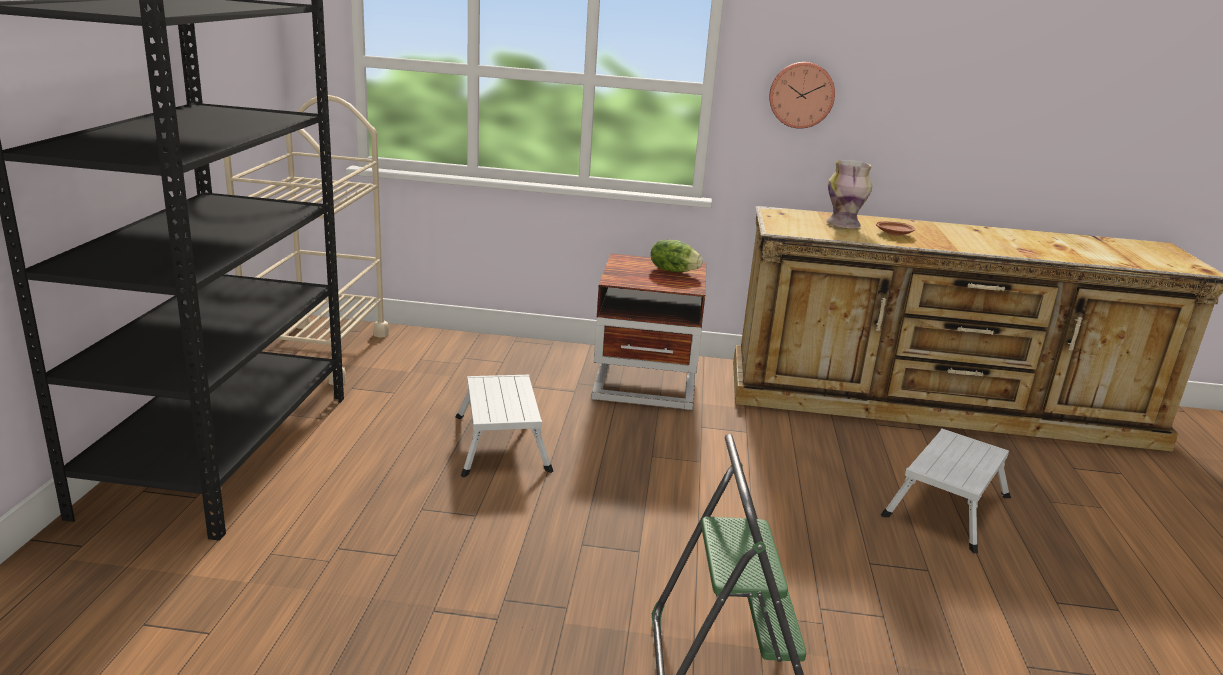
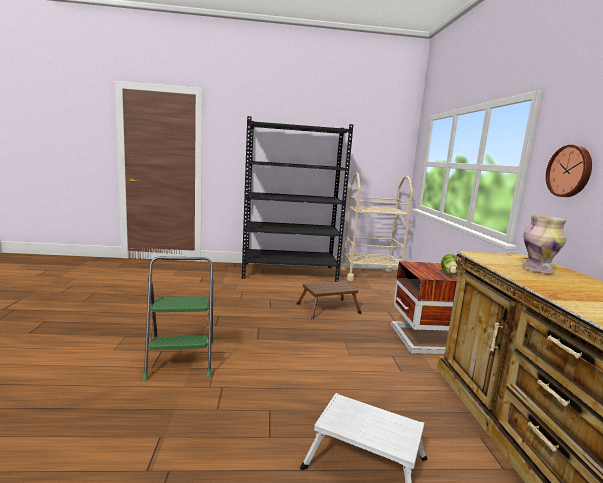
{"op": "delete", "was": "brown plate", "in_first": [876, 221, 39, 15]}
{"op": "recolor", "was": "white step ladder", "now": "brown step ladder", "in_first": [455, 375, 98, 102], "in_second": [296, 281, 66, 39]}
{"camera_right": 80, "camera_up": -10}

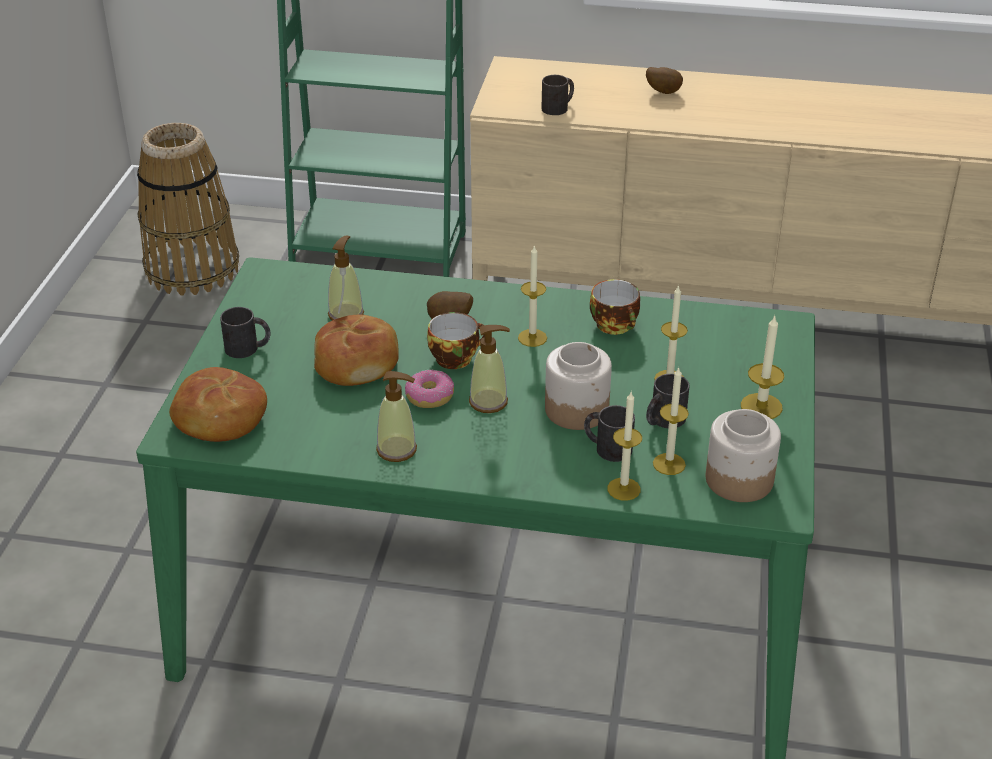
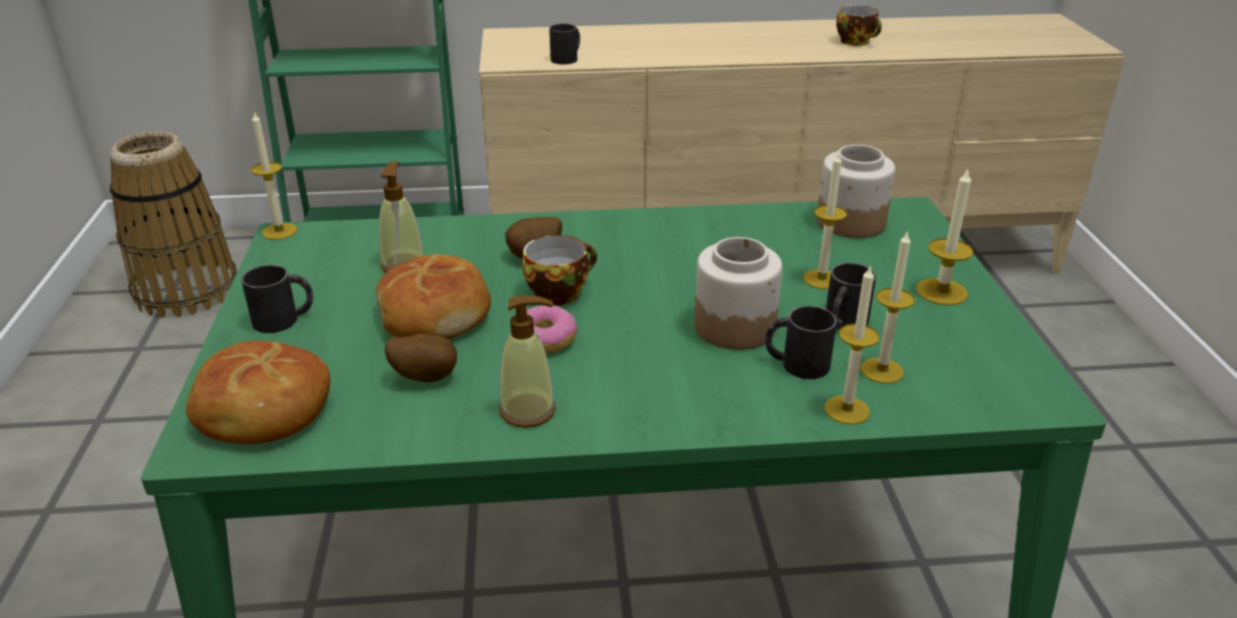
{"op": "move", "was": "potato", "in_first": [646, 67, 37, 27], "in_second": [385, 333, 72, 49]}
{"op": "move", "was": "candle", "in_first": [518, 245, 29, 102], "in_second": [251, 112, 46, 128]}
{"op": "move", "was": "cup", "in_first": [590, 279, 50, 56], "in_second": [836, 5, 46, 41]}
{"op": "delete", "was": "soap dispenser", "in_first": [469, 325, 41, 88]}
{"op": "move", "was": "jar", "in_first": [706, 409, 75, 93], "in_second": [817, 145, 78, 93]}
{"camera_right": -15, "camera_up": -5}

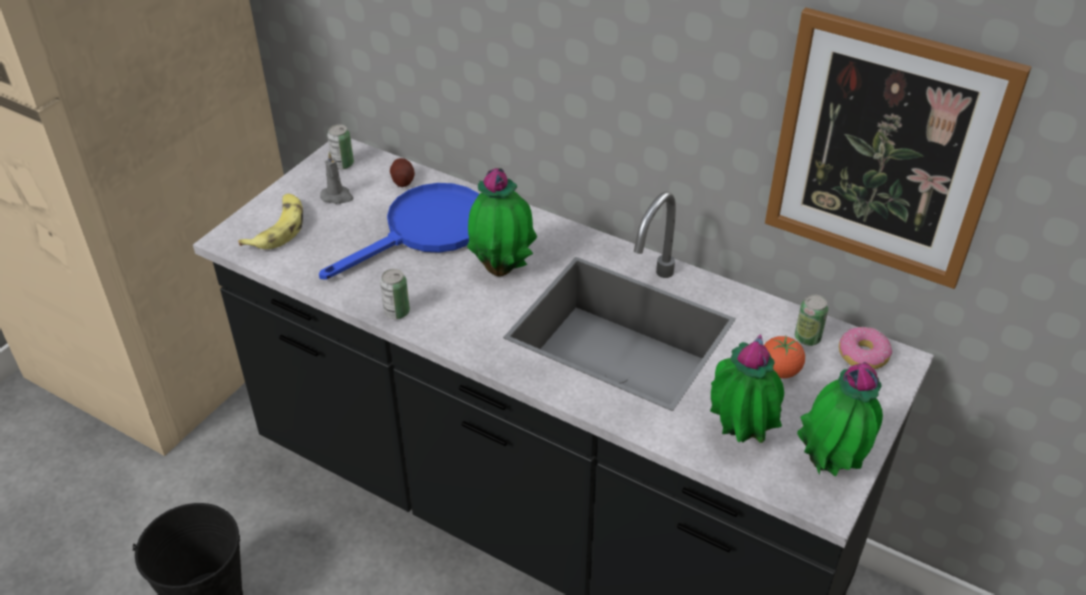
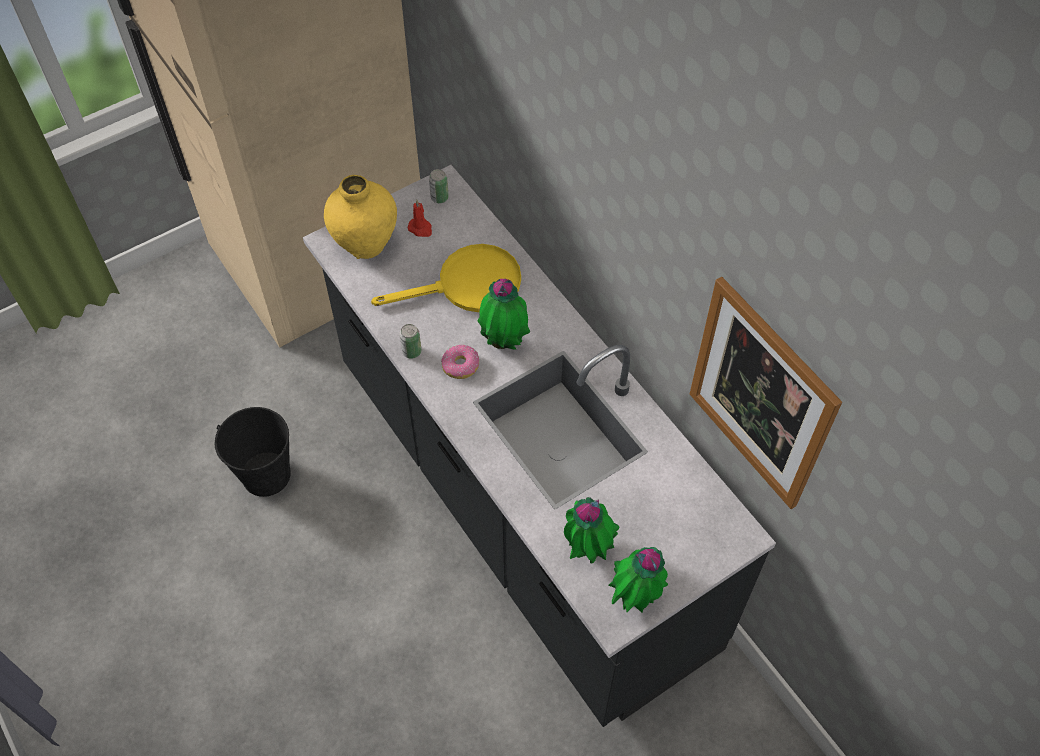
{"op": "recolor", "was": "grey candle", "now": "red candle", "in_first": [320, 152, 33, 52], "in_second": [408, 200, 24, 37]}
{"op": "delete", "was": "potato", "in_first": [390, 158, 25, 29]}
{"op": "recolor", "was": "blue frying pan", "now": "yellow frying pan", "in_first": [319, 183, 160, 97], "in_second": [371, 244, 150, 68]}
{"op": "replace", "was": "banana", "now": "yellow vase", "in_first": [238, 194, 65, 55], "in_second": [324, 175, 73, 84]}
{"op": "delete", "was": "can", "in_first": [795, 294, 33, 52]}
{"op": "move", "was": "donut", "in_first": [839, 327, 53, 42], "in_second": [441, 345, 38, 34]}
{"op": "delete", "was": "tomato", "in_first": [764, 336, 41, 42]}
{"camera_right": 25, "camera_up": 15}

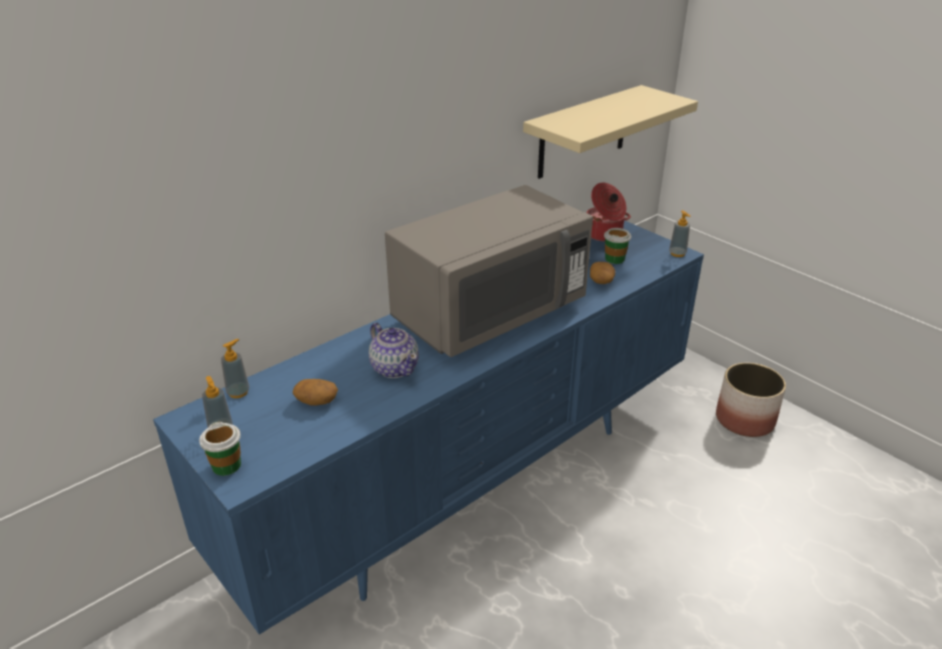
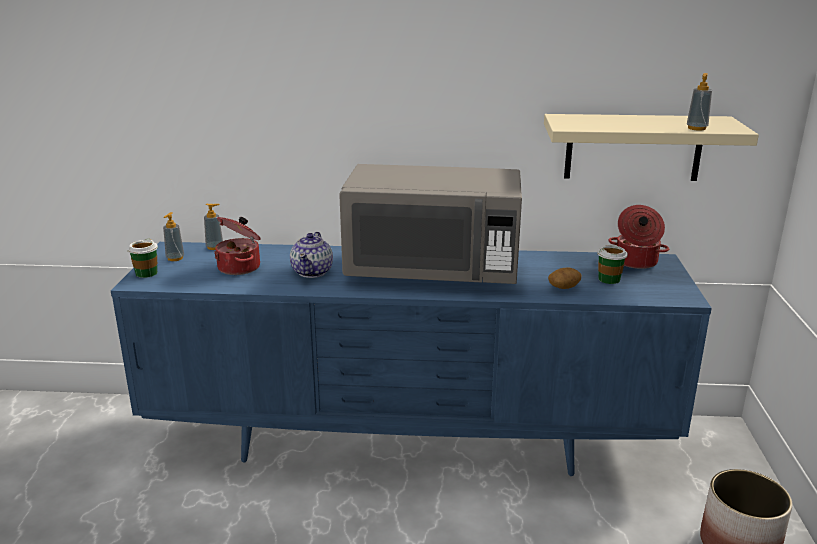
{"op": "move", "was": "soap dispenser", "in_first": [669, 210, 21, 47], "in_second": [687, 73, 25, 58]}
{"op": "replace", "was": "potato", "now": "cooking pot", "in_first": [293, 379, 45, 27], "in_second": [214, 217, 47, 58]}
{"camera_right": 45, "camera_up": -10}

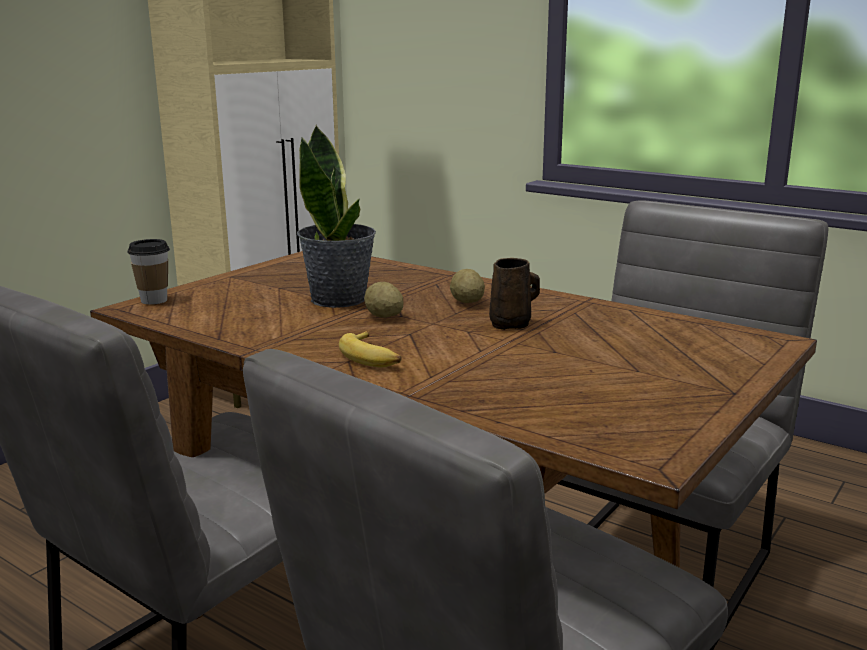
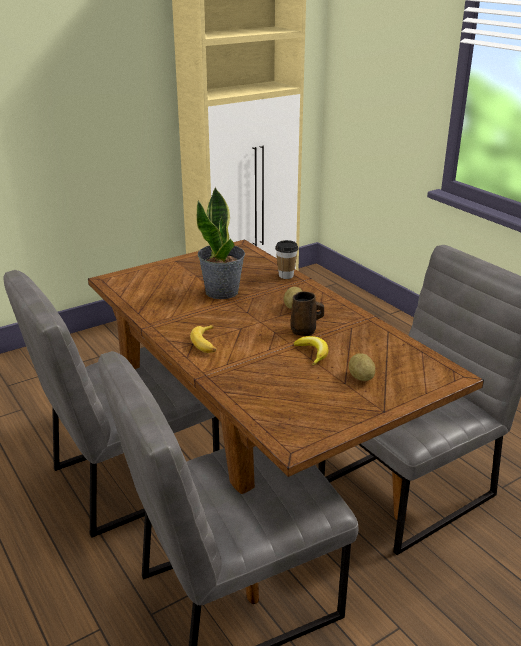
{"op": "move", "was": "cup", "in_first": [127, 239, 43, 66], "in_second": [275, 240, 24, 39]}
{"op": "move", "was": "potato", "in_first": [364, 282, 40, 36], "in_second": [349, 354, 26, 27]}
{"op": "insert", "now": "banana", "in_second": [294, 336, 34, 29]}
{"camera_right": 20, "camera_up": 10}

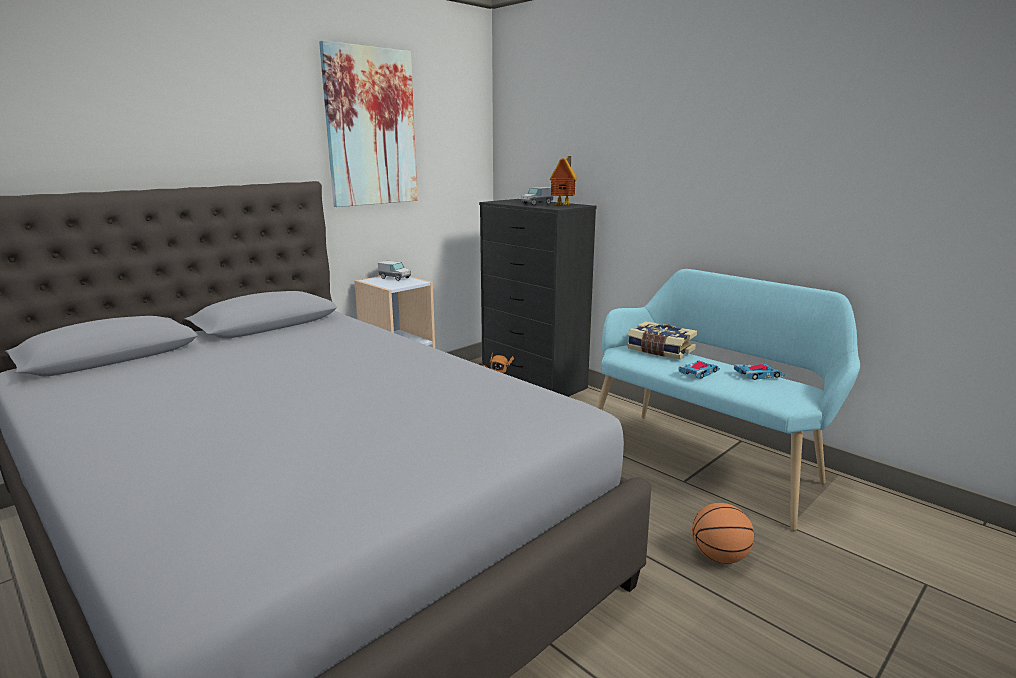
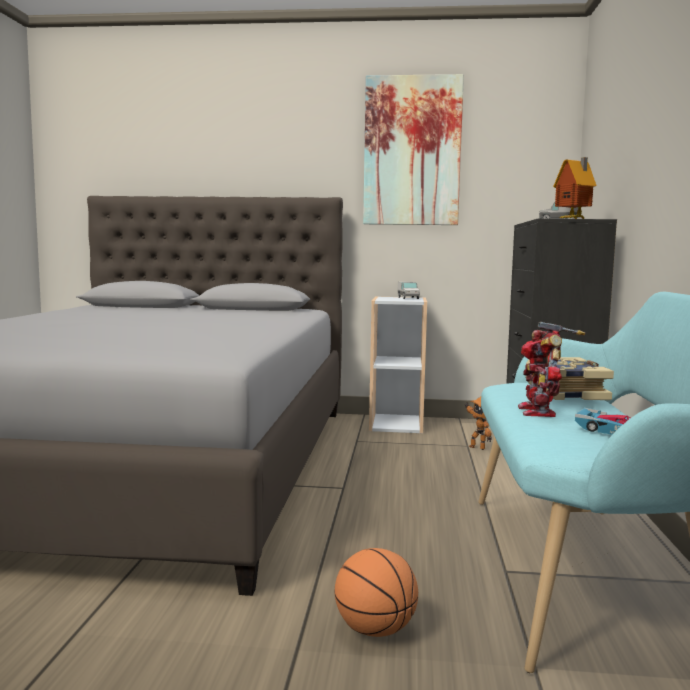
{"op": "replace", "was": "toy car", "now": "toy robot", "in_first": [678, 360, 42, 19], "in_second": [518, 322, 67, 95]}
{"camera_right": 50, "camera_up": -10}

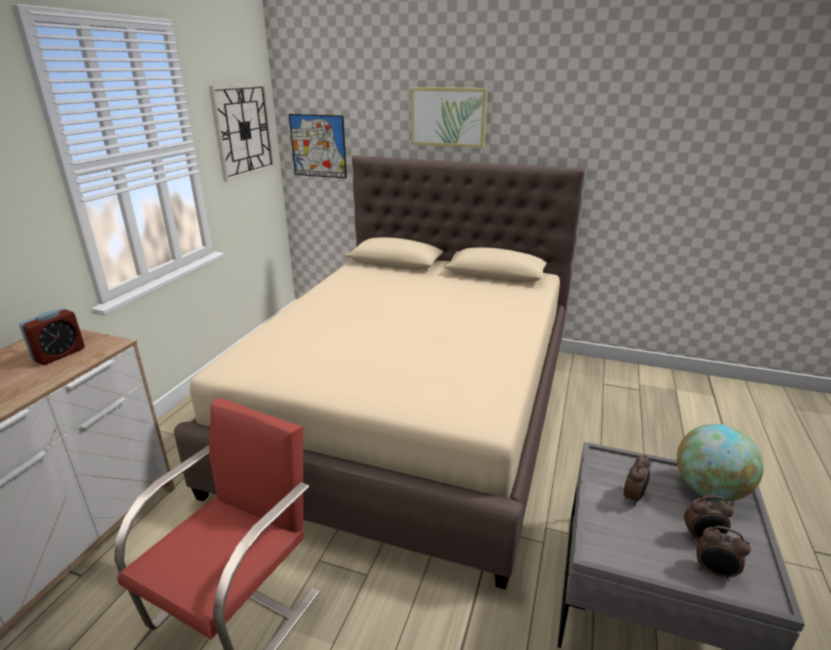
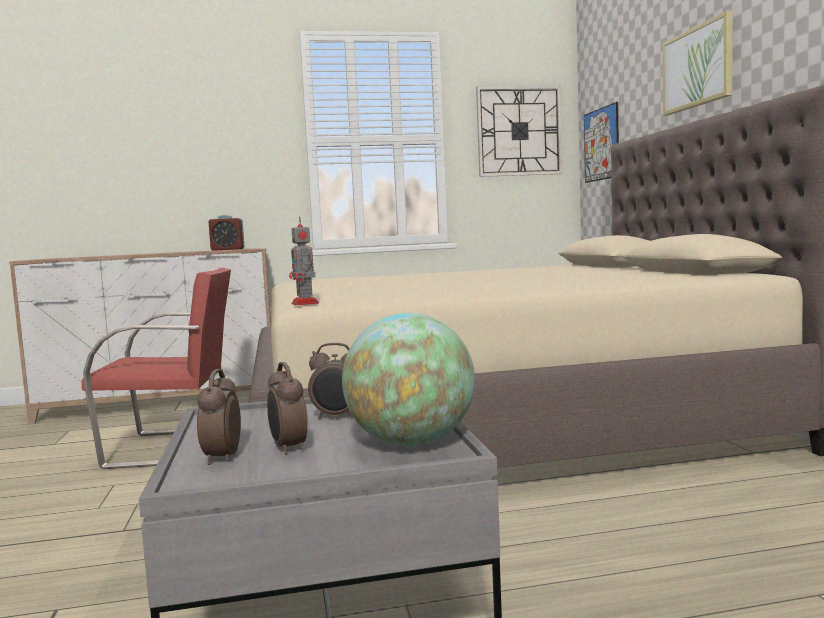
{"op": "insert", "now": "toy robot", "in_second": [289, 216, 30, 89]}
{"camera_right": 60, "camera_up": -20}

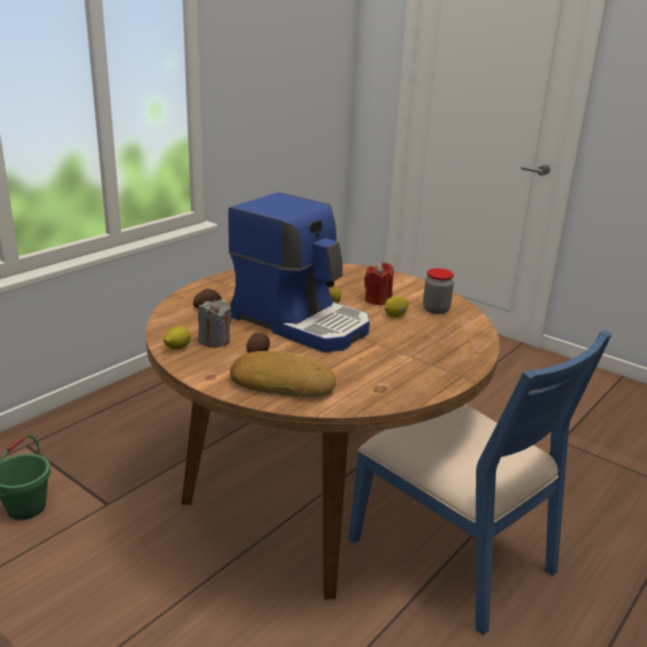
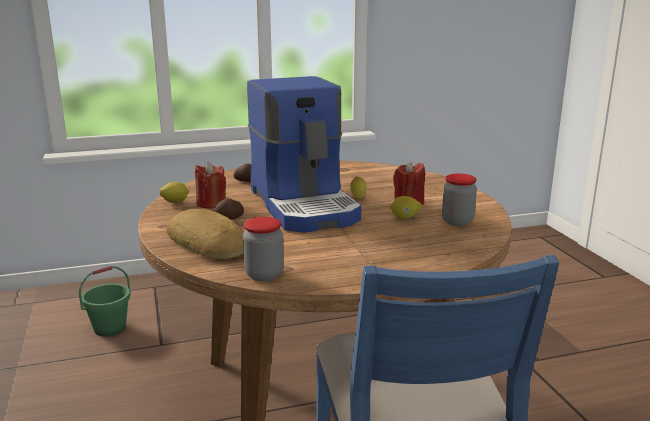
{"op": "recolor", "was": "grey candle", "now": "red candle", "in_first": [198, 300, 34, 48], "in_second": [195, 162, 31, 46]}
{"op": "insert", "now": "jar", "in_second": [243, 217, 41, 64]}
{"camera_right": 35, "camera_up": -5}

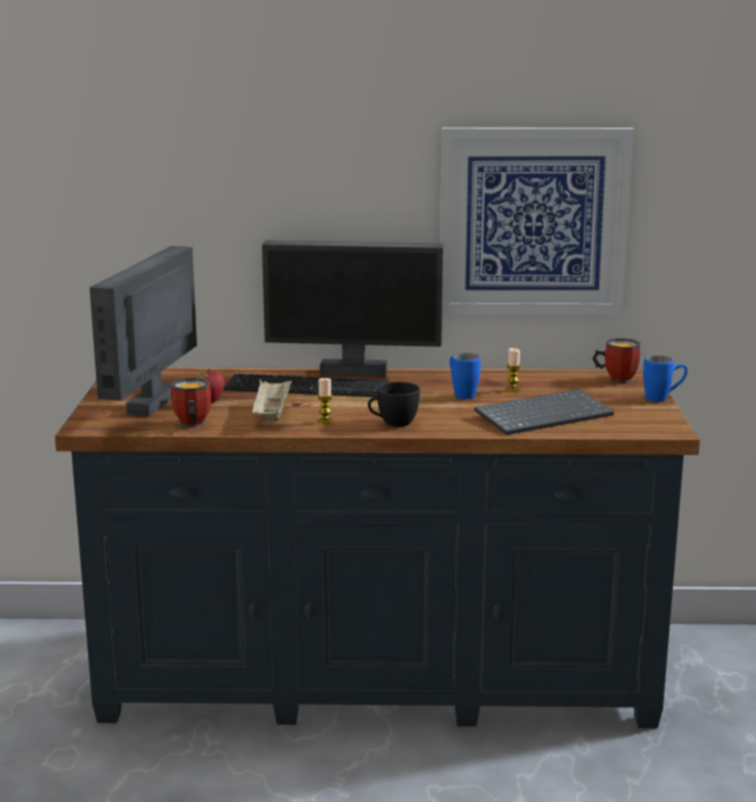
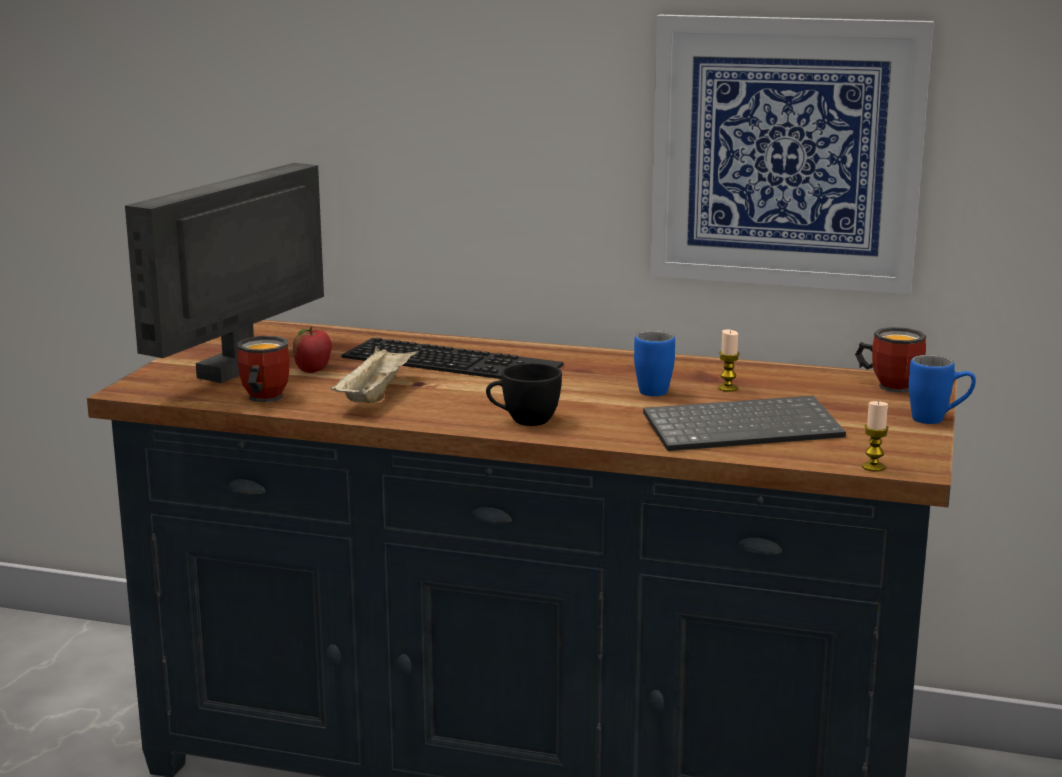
{"op": "delete", "was": "monitor", "in_first": [262, 240, 182, 137]}
{"op": "move", "was": "candle", "in_first": [317, 378, 16, 46], "in_second": [862, 401, 27, 71]}
{"camera_right": 15, "camera_up": 0}

